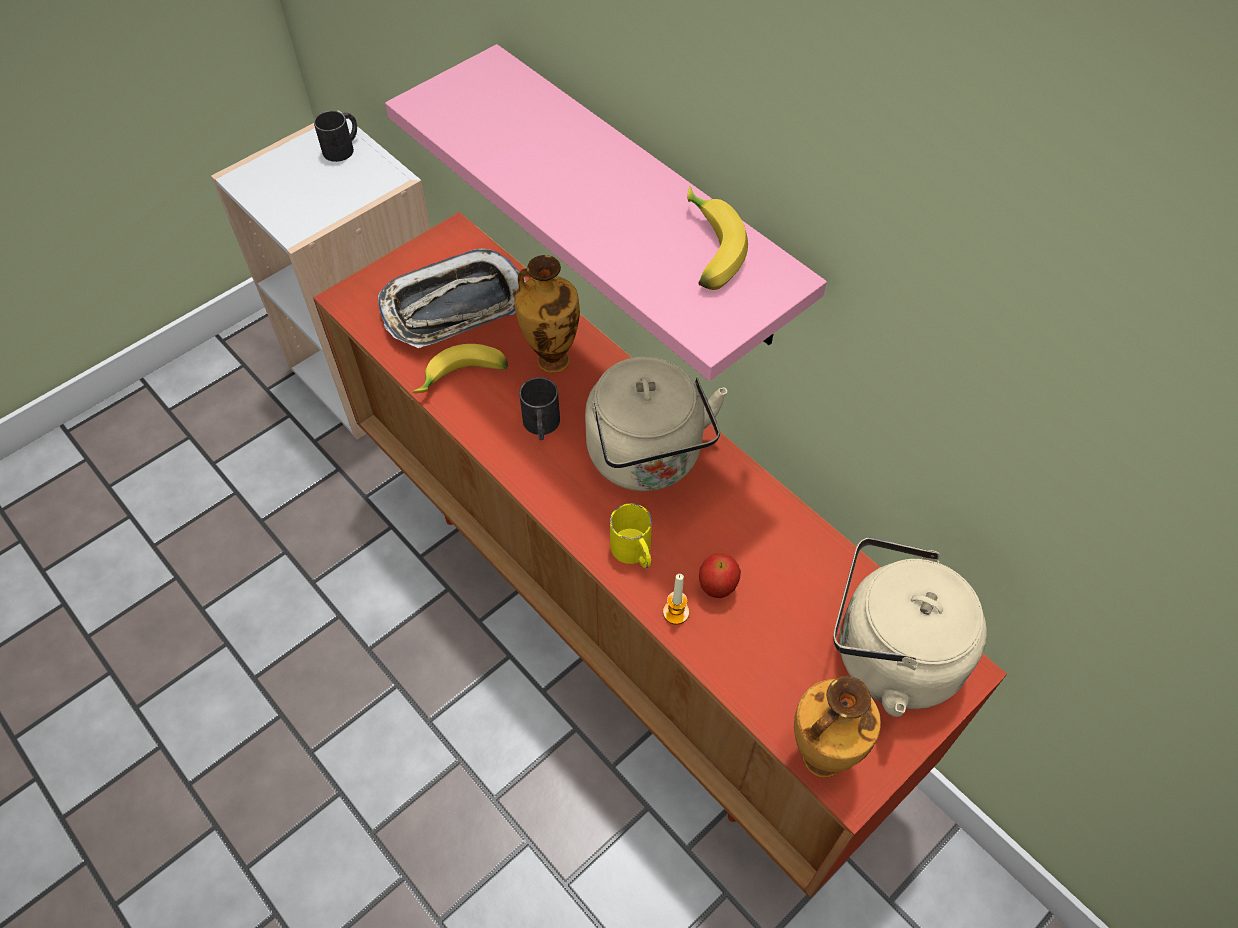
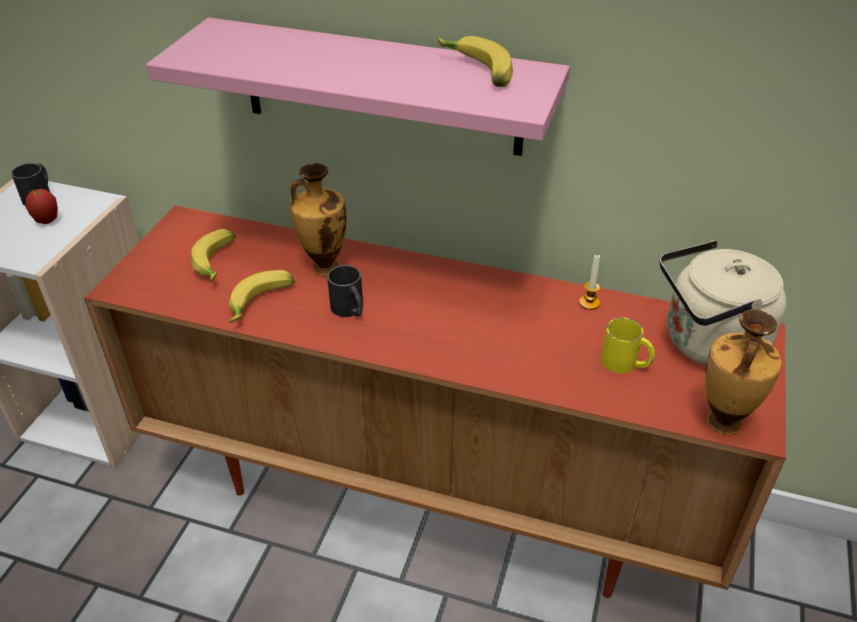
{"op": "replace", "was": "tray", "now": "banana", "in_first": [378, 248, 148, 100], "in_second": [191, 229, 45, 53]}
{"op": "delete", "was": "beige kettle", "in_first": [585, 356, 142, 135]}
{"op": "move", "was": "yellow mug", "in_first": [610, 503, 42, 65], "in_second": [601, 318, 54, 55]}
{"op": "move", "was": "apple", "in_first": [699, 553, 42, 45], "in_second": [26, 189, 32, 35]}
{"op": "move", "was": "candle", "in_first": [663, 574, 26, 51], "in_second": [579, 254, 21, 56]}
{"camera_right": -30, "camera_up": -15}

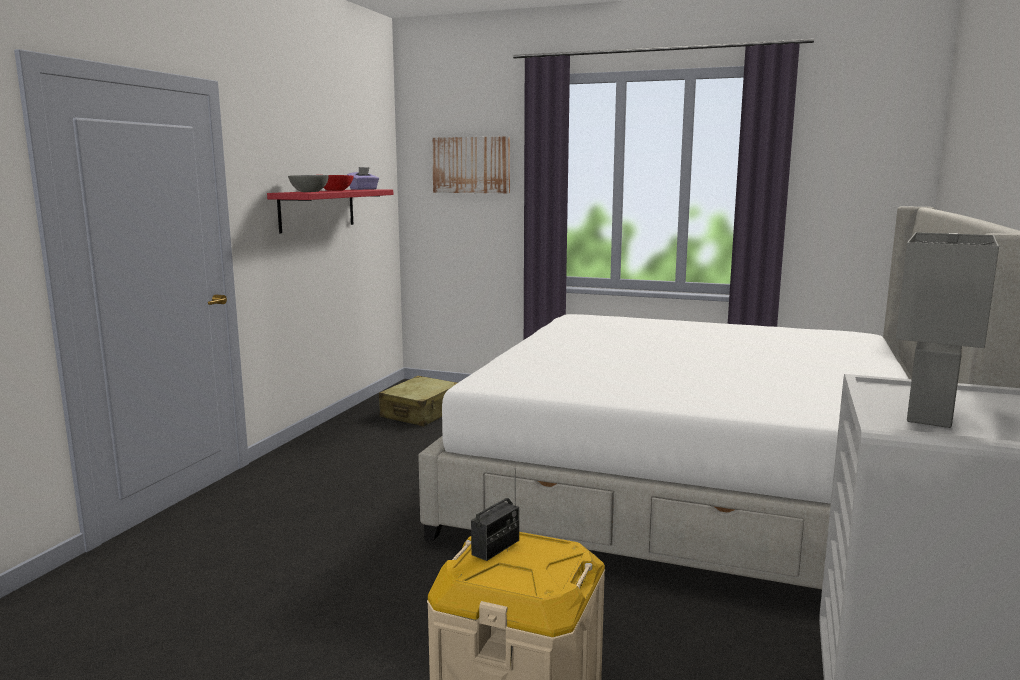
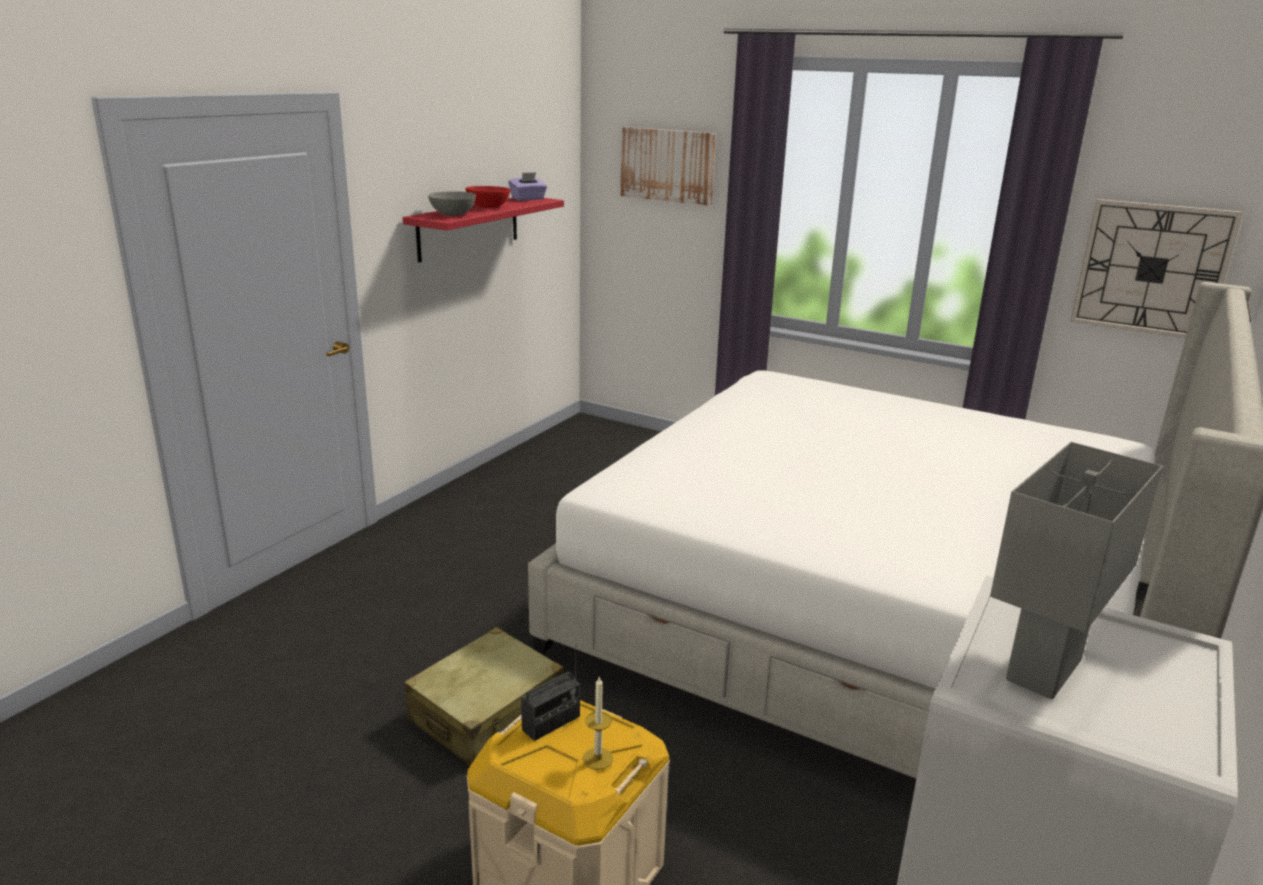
{"op": "move", "was": "beige suitcase", "in_first": [379, 376, 78, 50], "in_second": [404, 627, 160, 139]}
{"op": "insert", "now": "wall clock", "in_second": [1070, 199, 173, 139]}
{"op": "insert", "now": "candle", "in_second": [582, 677, 31, 93]}
{"camera_right": 10, "camera_up": 10}

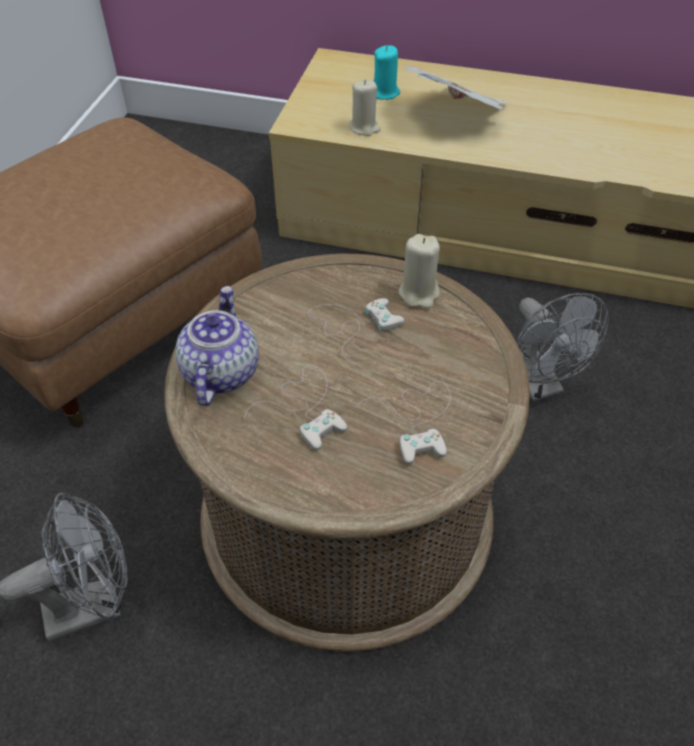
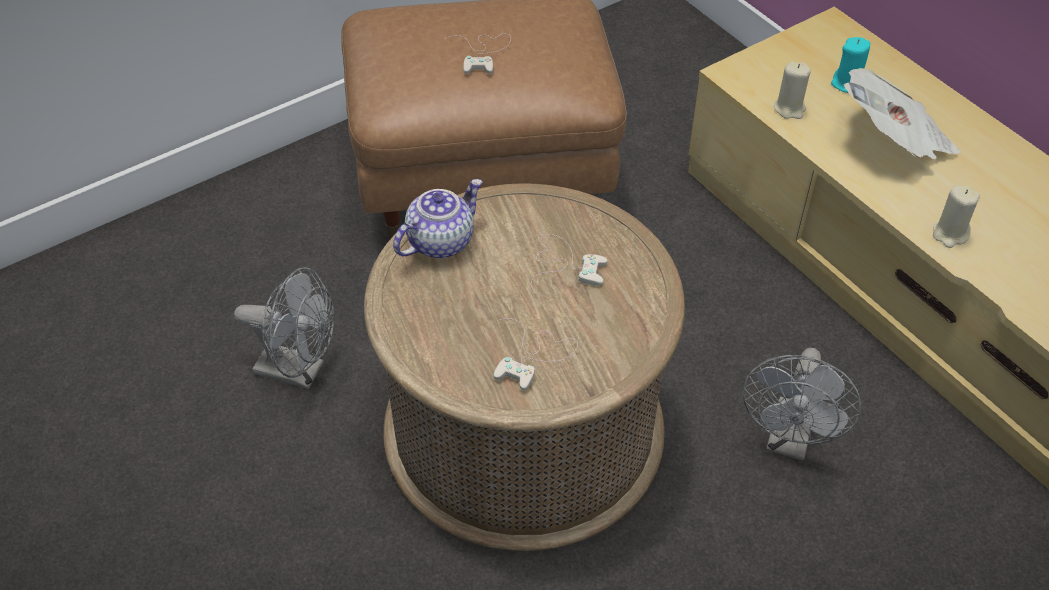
{"op": "move", "was": "beige candle", "in_first": [399, 234, 41, 74], "in_second": [933, 186, 47, 62]}
{"op": "move", "was": "white game controller", "in_first": [244, 365, 103, 85], "in_second": [445, 33, 66, 41]}
{"camera_right": 40, "camera_up": 0}

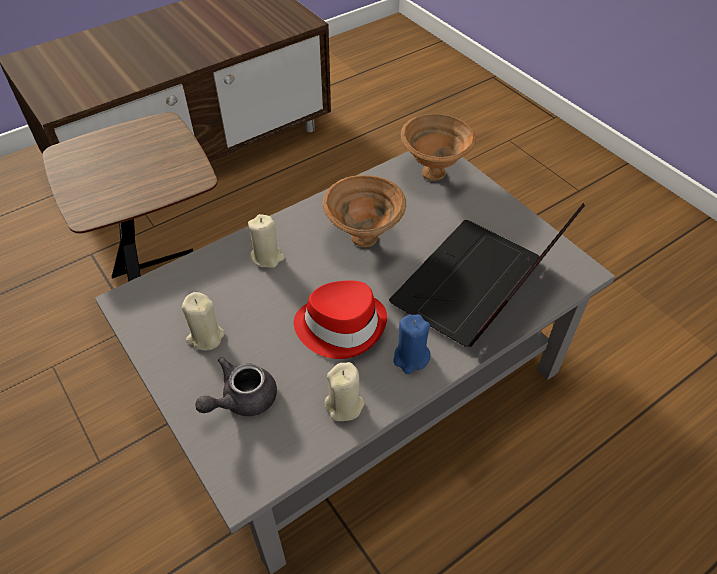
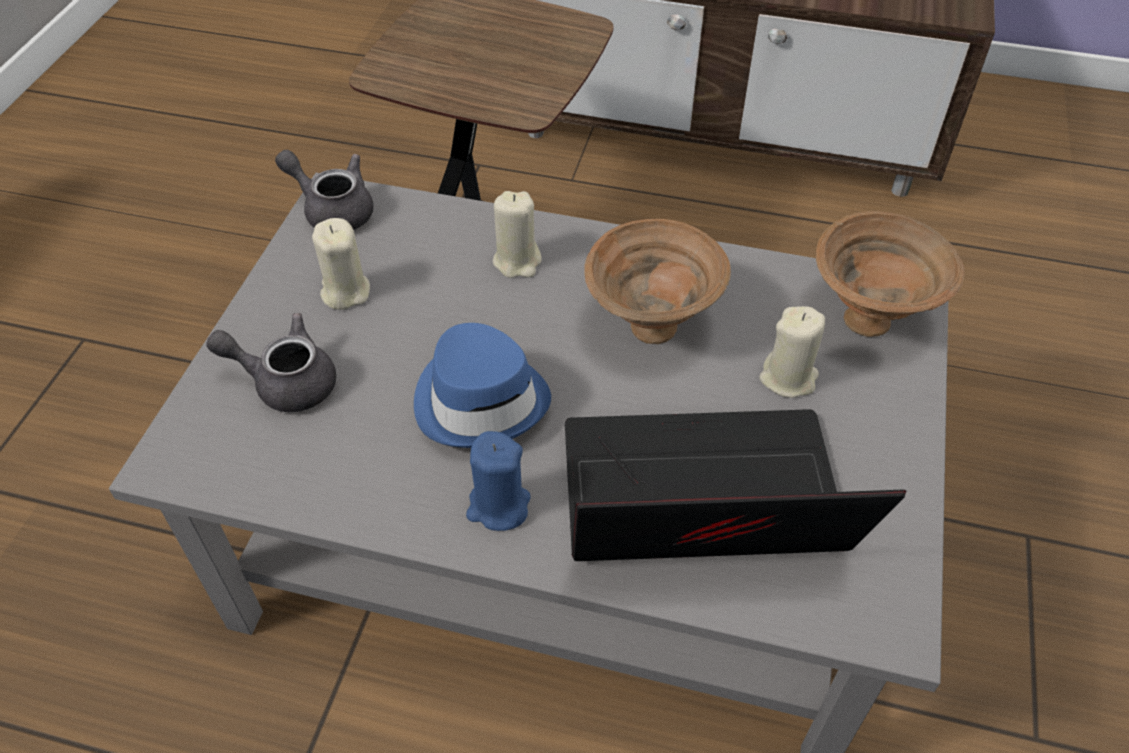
{"op": "recolor", "was": "red hat", "now": "blue hat", "in_first": [294, 280, 93, 79], "in_second": [414, 323, 137, 125]}
{"op": "move", "was": "beige candle", "in_first": [325, 362, 40, 59], "in_second": [759, 306, 66, 92]}
{"op": "insert", "now": "grey teapot", "in_second": [275, 149, 98, 81]}
{"camera_right": 50, "camera_up": 0}

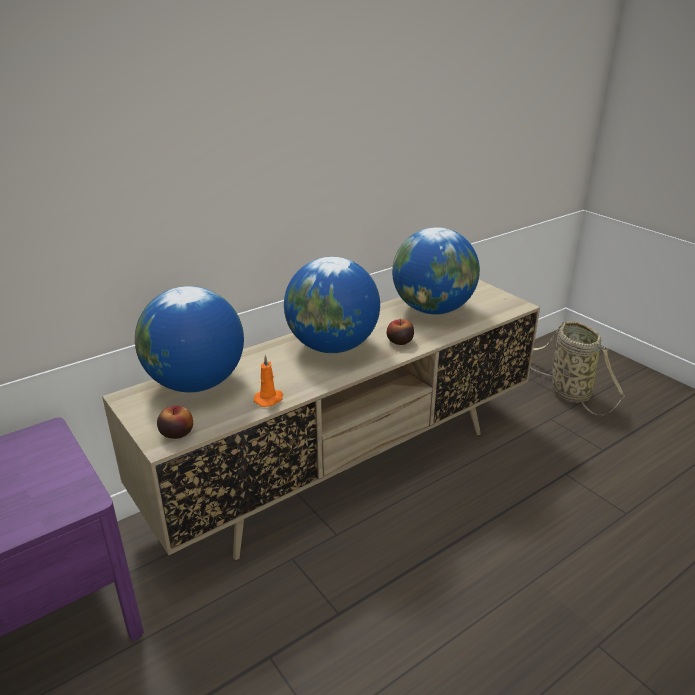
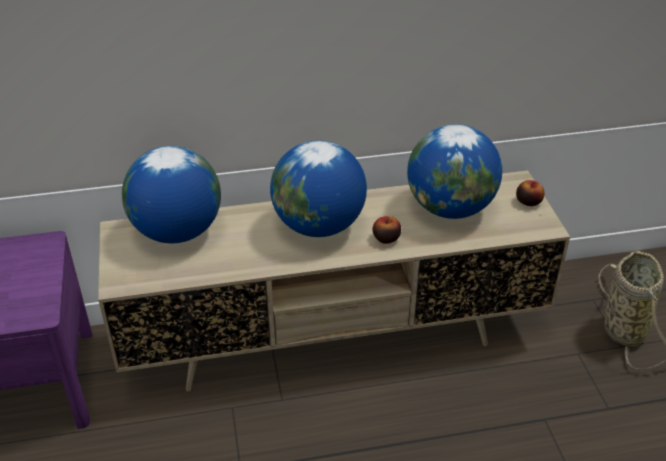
{"op": "delete", "was": "orange candle", "in_first": [254, 354, 29, 53]}
{"op": "move", "was": "apple", "in_first": [157, 406, 36, 33], "in_second": [516, 180, 28, 26]}
{"camera_right": 25, "camera_up": 10}

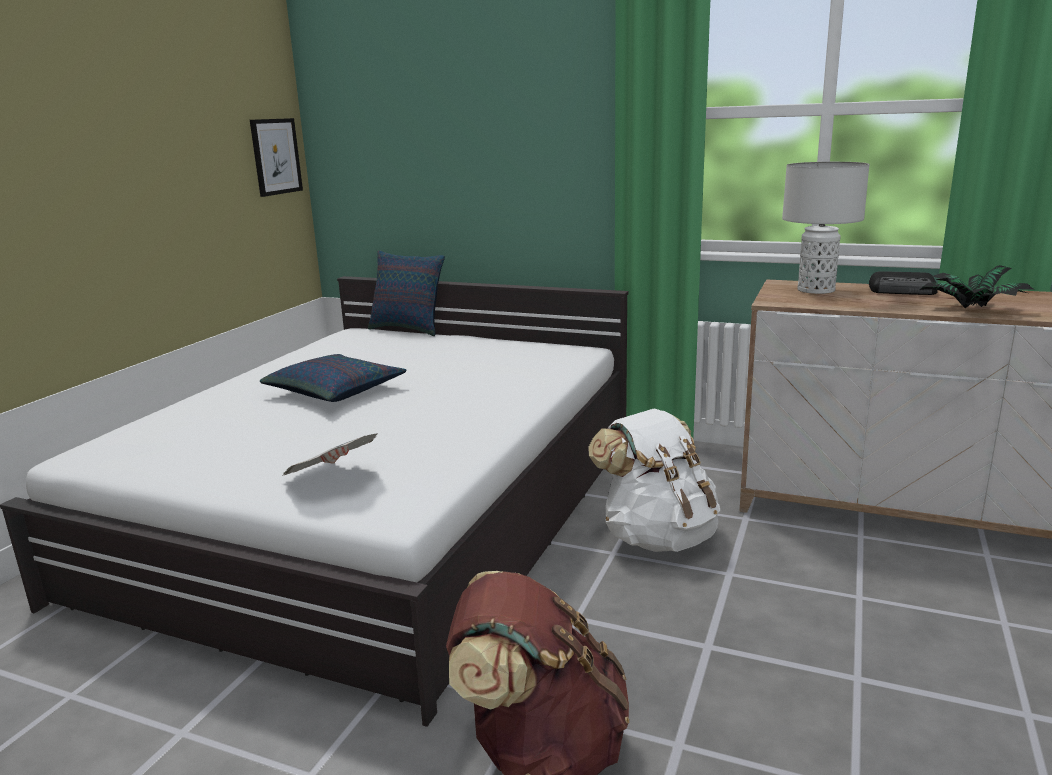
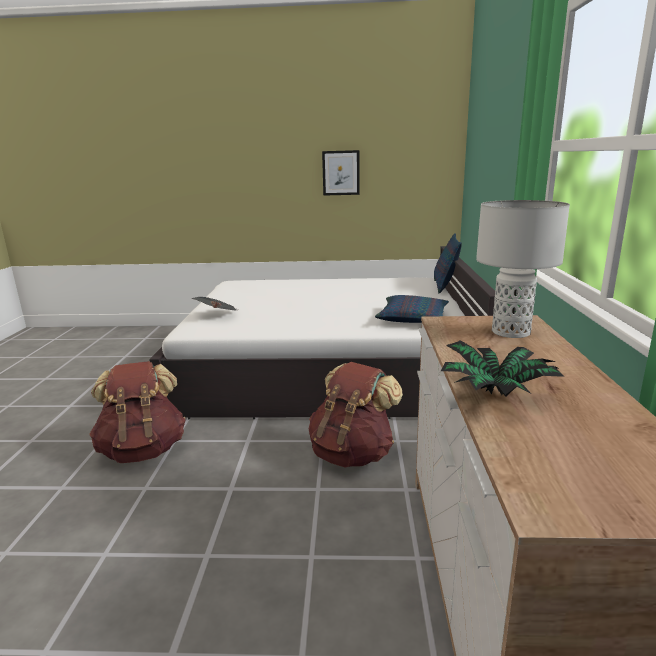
{"op": "move", "was": "picture", "in_first": [250, 118, 53, 79], "in_second": [322, 150, 38, 46]}
{"op": "delete", "was": "radio", "in_first": [869, 271, 69, 24]}
{"op": "move", "was": "blue pillow", "in_first": [260, 354, 146, 48], "in_second": [375, 295, 74, 28]}
{"op": "recolor", "was": "white backpack", "now": "brown backpack", "in_first": [588, 408, 132, 144], "in_second": [308, 362, 95, 105]}
{"camera_right": 70, "camera_up": 0}

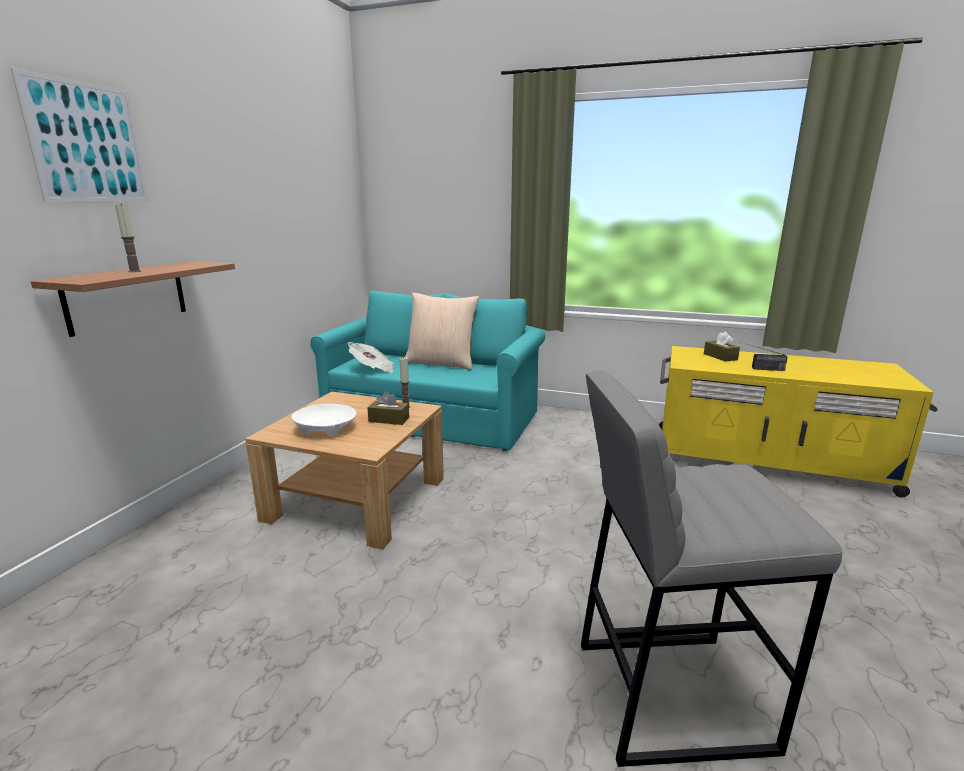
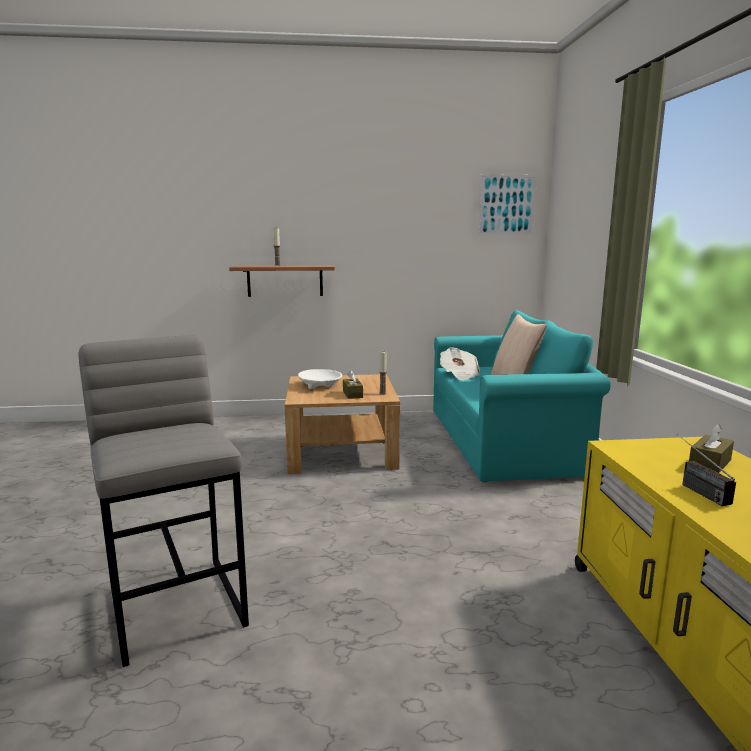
{"op": "move", "was": "picture", "in_first": [10, 68, 139, 134], "in_second": [477, 174, 60, 61]}
{"camera_right": 65, "camera_up": -5}

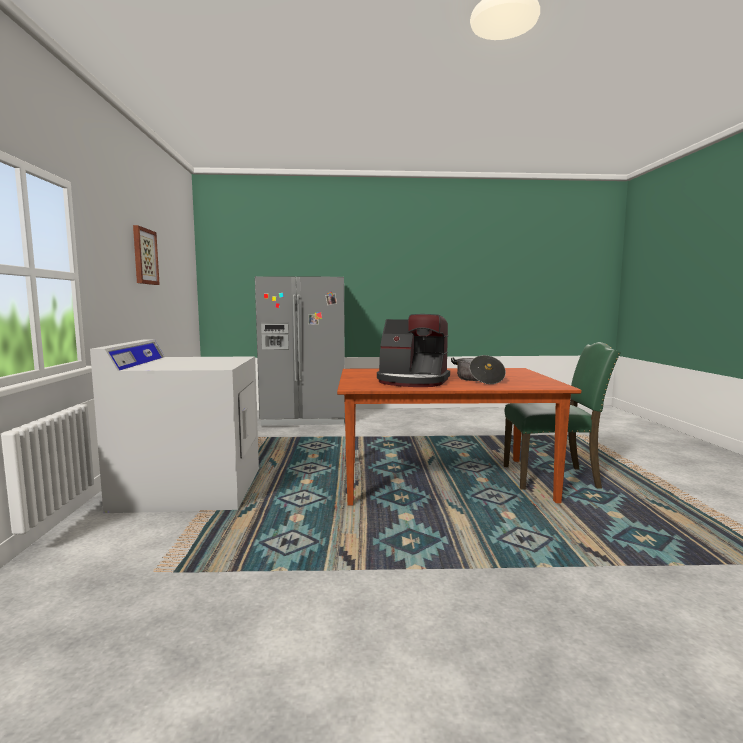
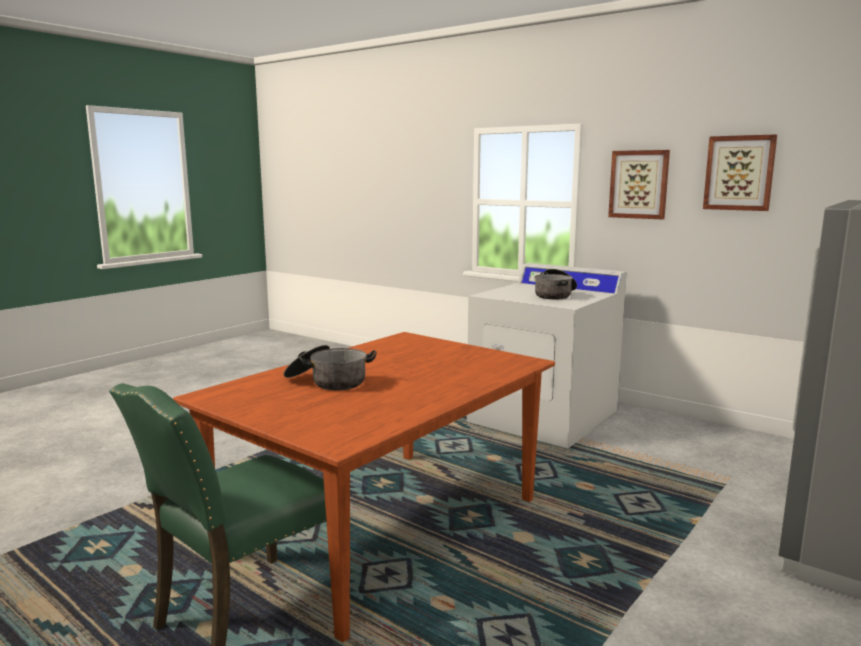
{"op": "delete", "was": "coffee machine", "in_first": [377, 314, 73, 73]}
{"op": "insert", "now": "picture", "in_second": [608, 150, 62, 69]}
{"op": "insert", "now": "cooking pot", "in_second": [535, 269, 42, 31]}
{"camera_right": 130, "camera_up": 5}

